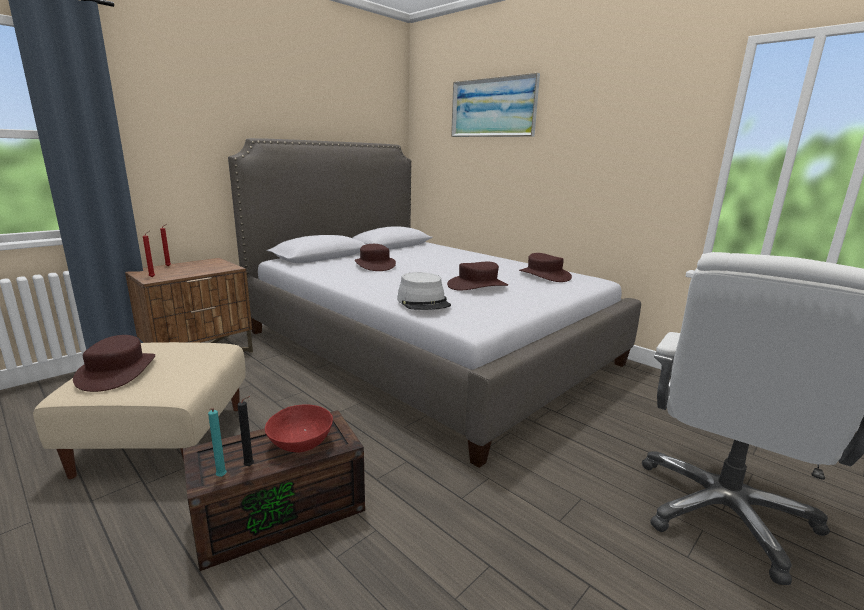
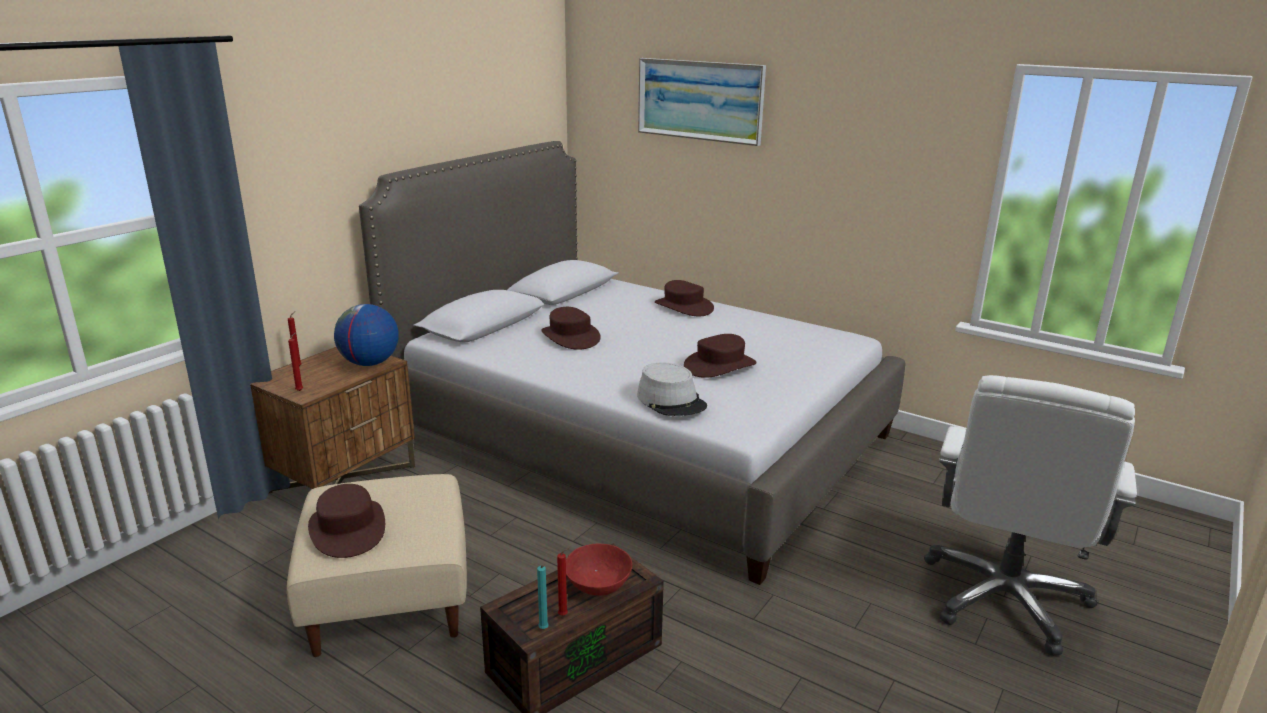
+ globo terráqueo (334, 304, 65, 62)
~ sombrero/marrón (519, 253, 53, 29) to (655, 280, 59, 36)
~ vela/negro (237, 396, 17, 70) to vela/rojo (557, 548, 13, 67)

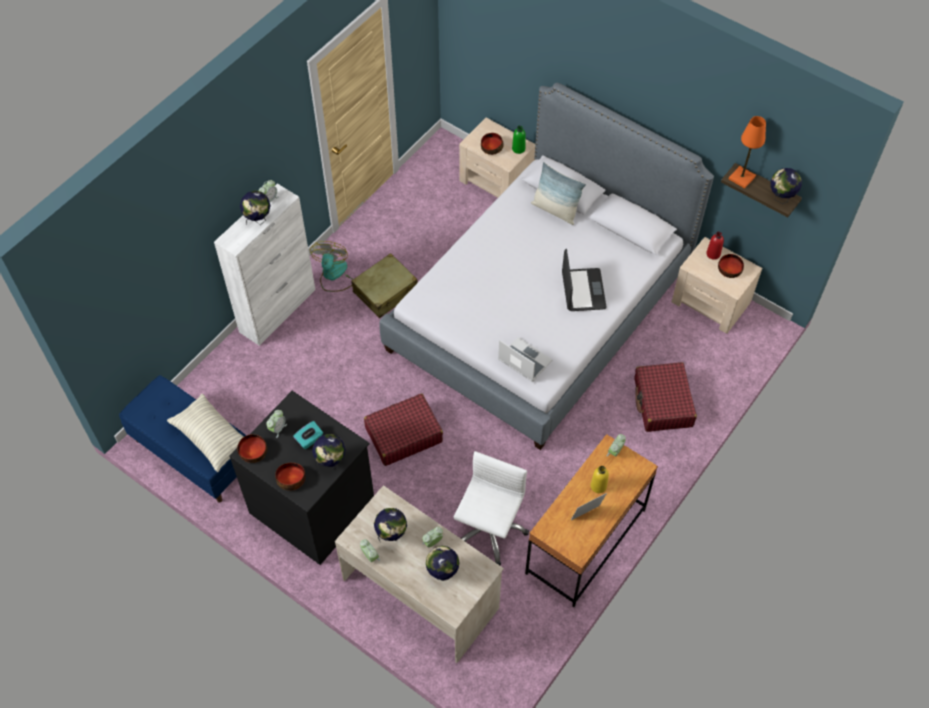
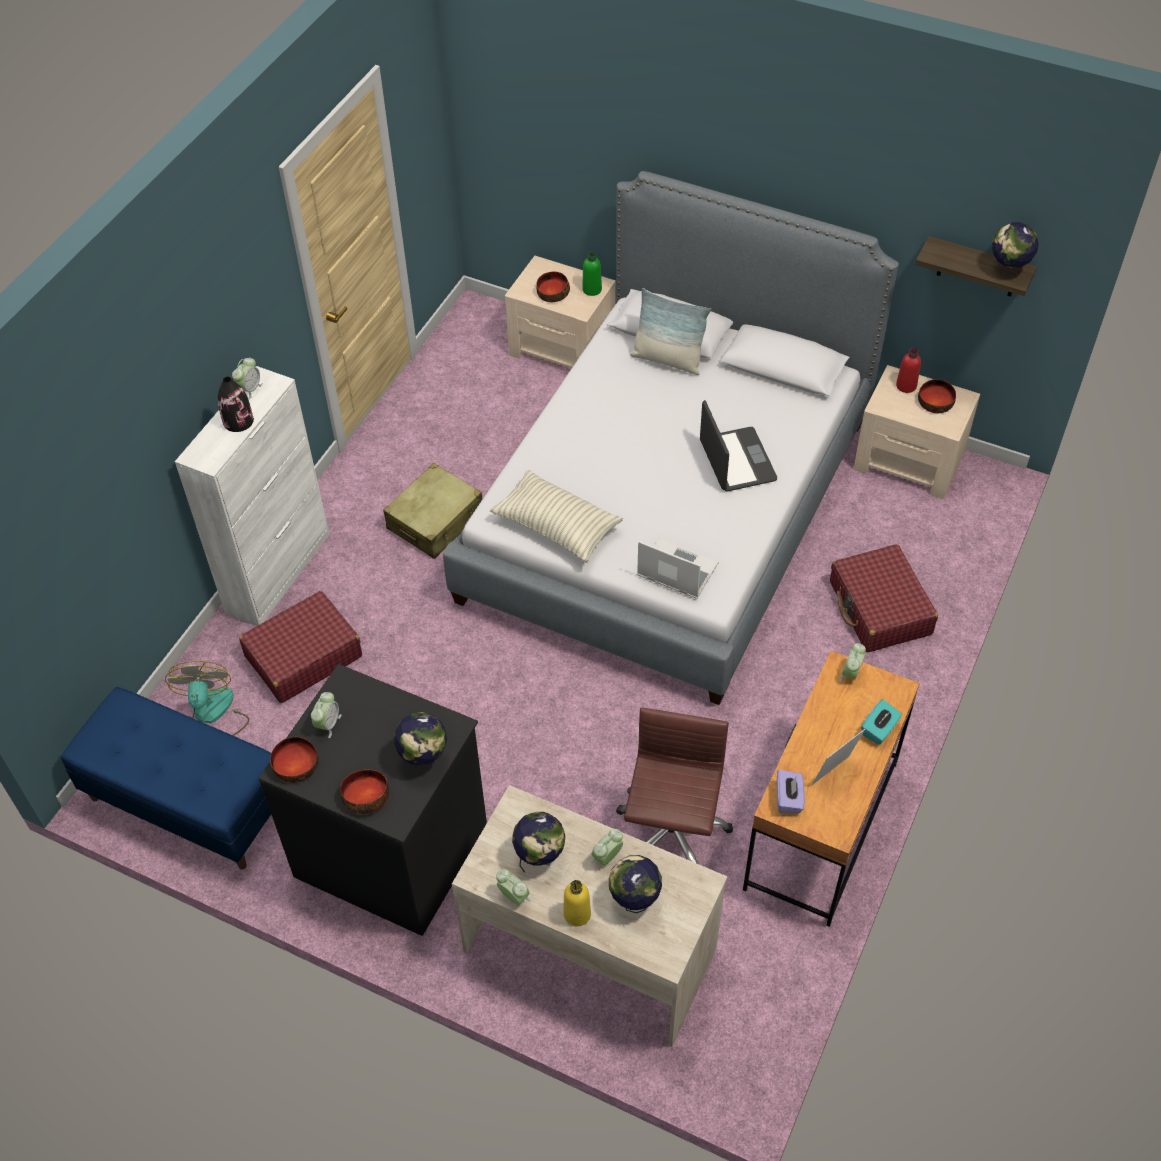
- lámpara de mesa/naranja (729, 116, 37, 73)
+ caja de pañuelos/morado (777, 770, 28, 44)
~ cojín (167, 394, 77, 78) to (490, 470, 133, 93)
~ caja de pañuelos/turquesa (293, 421, 30, 28) to (861, 699, 41, 46)
~ ventilador (310, 241, 43, 51) to (165, 661, 84, 75)
~ maleta/rojo (364, 393, 79, 73) to (239, 591, 123, 112)
~ botella/amarillo (591, 466, 18, 27) to (563, 880, 28, 46)
~ globo terráqueo (240, 191, 31, 34) to florero/negro (218, 377, 36, 55)
~ silla de oficina/blanco (454, 451, 75, 114) to silla de oficina/marrón (616, 707, 117, 157)

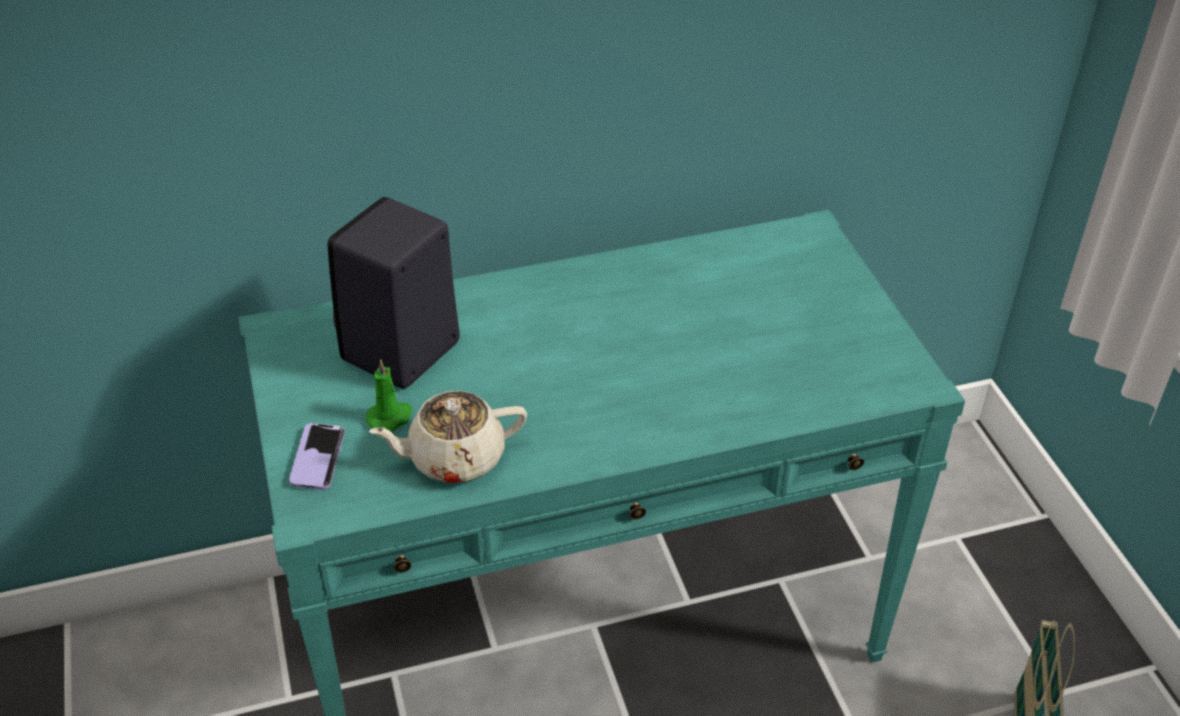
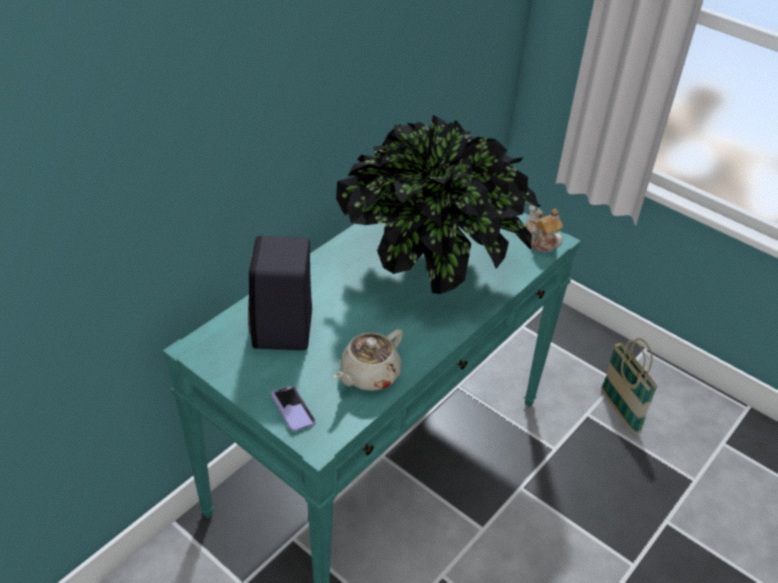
- vela/verde (366, 360, 46, 72)
+ planta en maceta (336, 115, 205, 179)
+ tetera (525, 205, 38, 47)

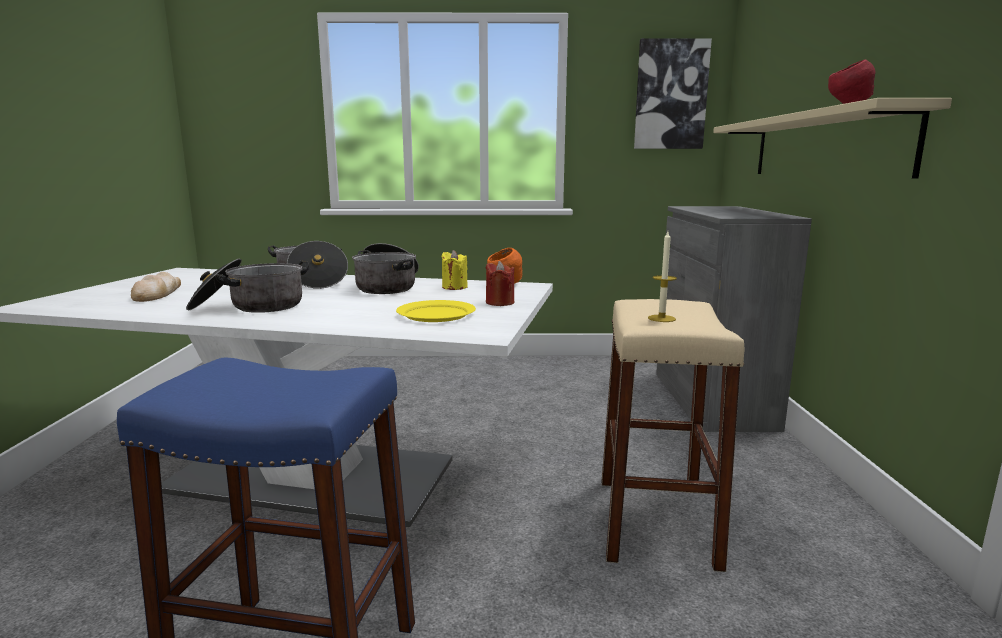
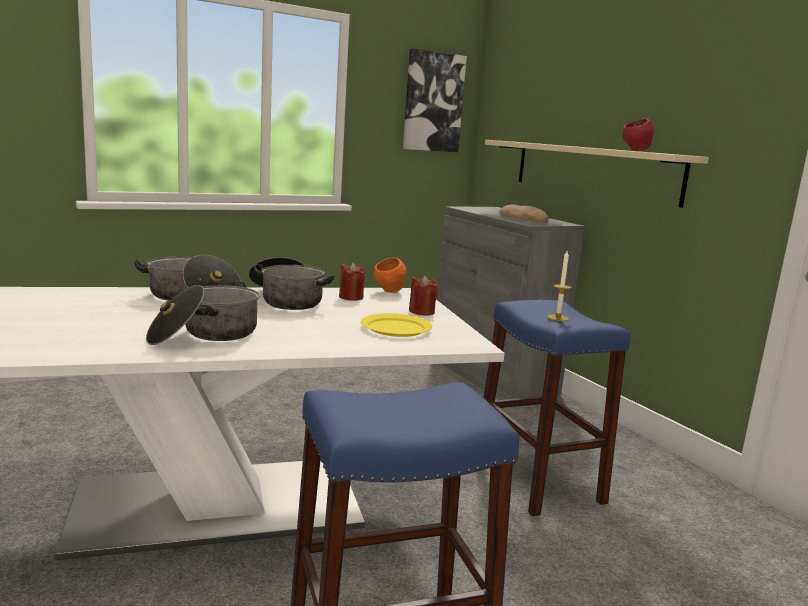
~ pan (131, 272, 50, 30) to (499, 204, 50, 18)
~ vela/amarillo (441, 250, 27, 40) to vela/rojo (339, 262, 26, 39)
~ taburete/beis (602, 299, 142, 273) to taburete/azul (484, 300, 146, 216)

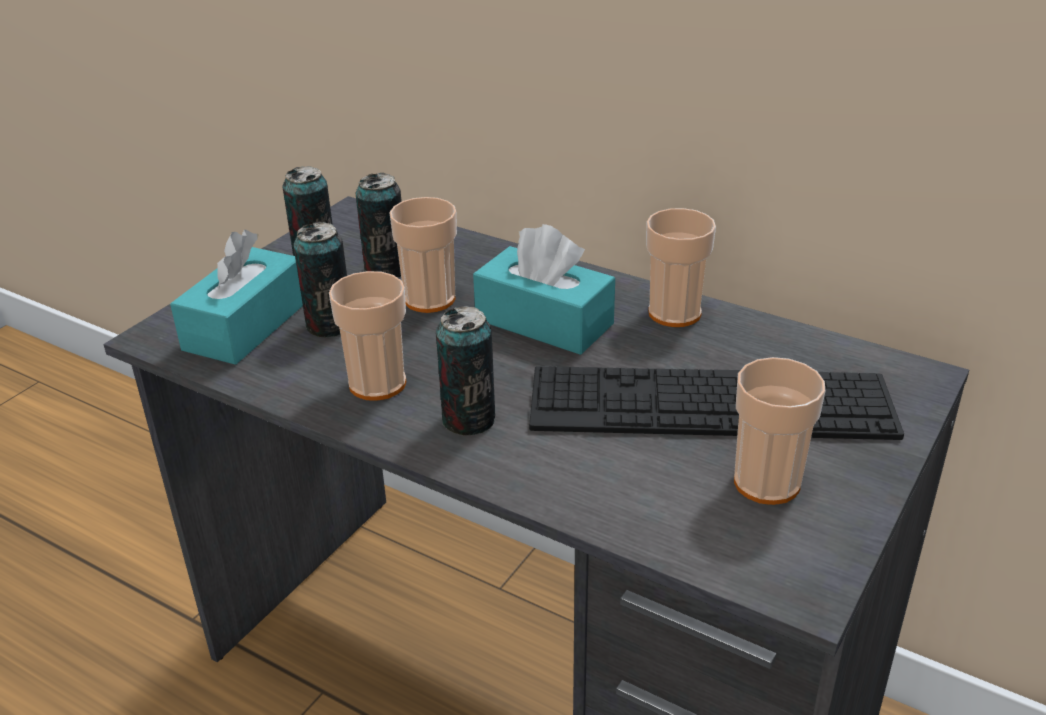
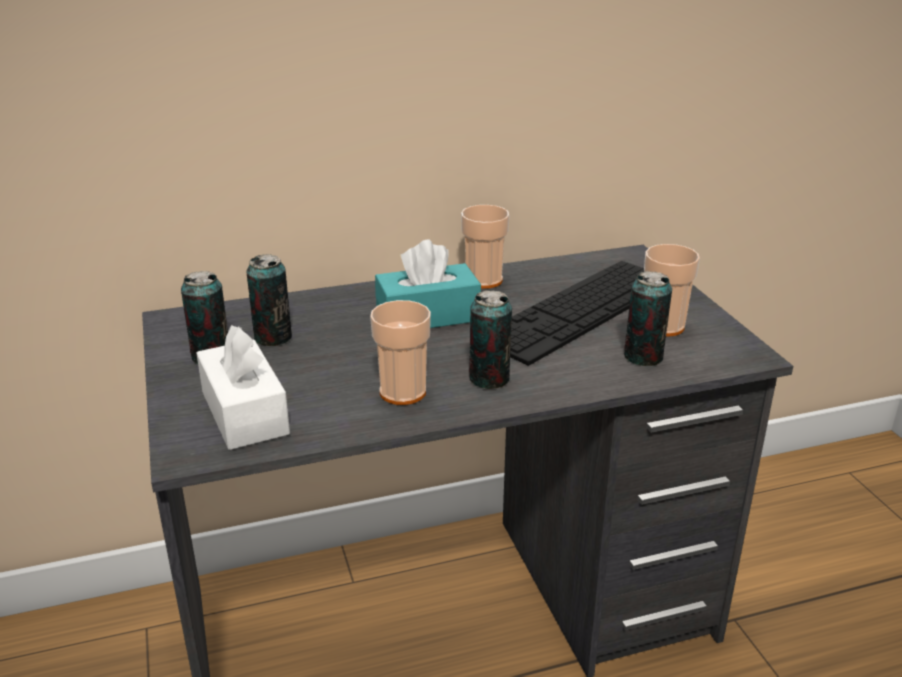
- taza (389, 197, 68, 116)
~ lata (293, 222, 54, 115) to (624, 271, 48, 95)
~ caja de pañuelos/turquesa (170, 230, 133, 135) to caja de pañuelos/blanco (196, 325, 94, 125)

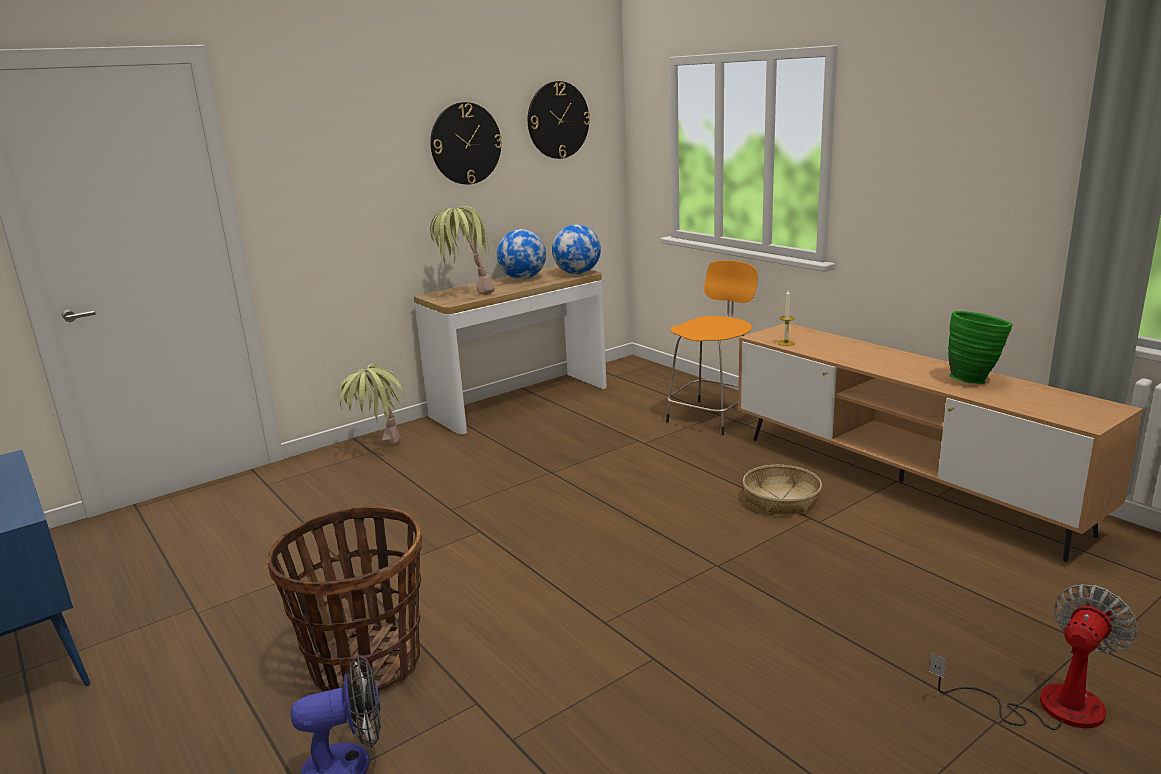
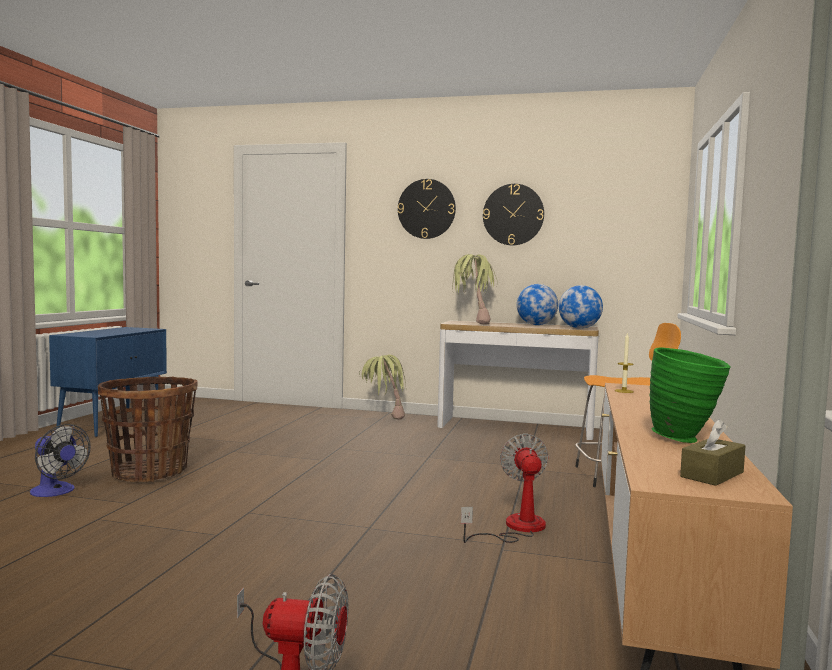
+ caja de pañuelos/marrón (680, 419, 66, 67)
~ reloj de pared (528, 81, 62, 78) to (398, 179, 58, 60)
~ cesta (743, 465, 79, 50) to ventilador (461, 434, 87, 109)

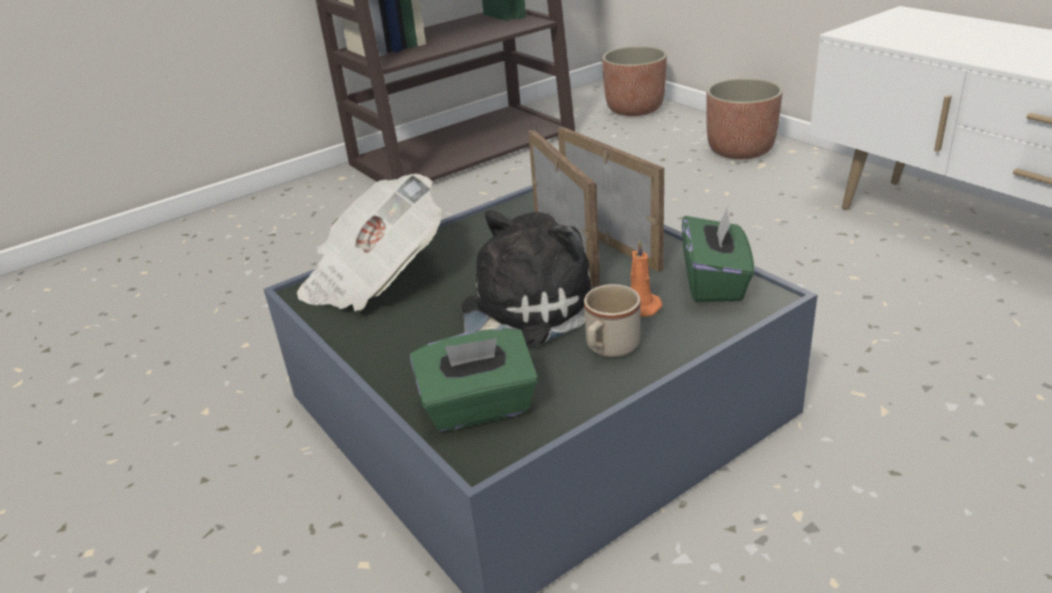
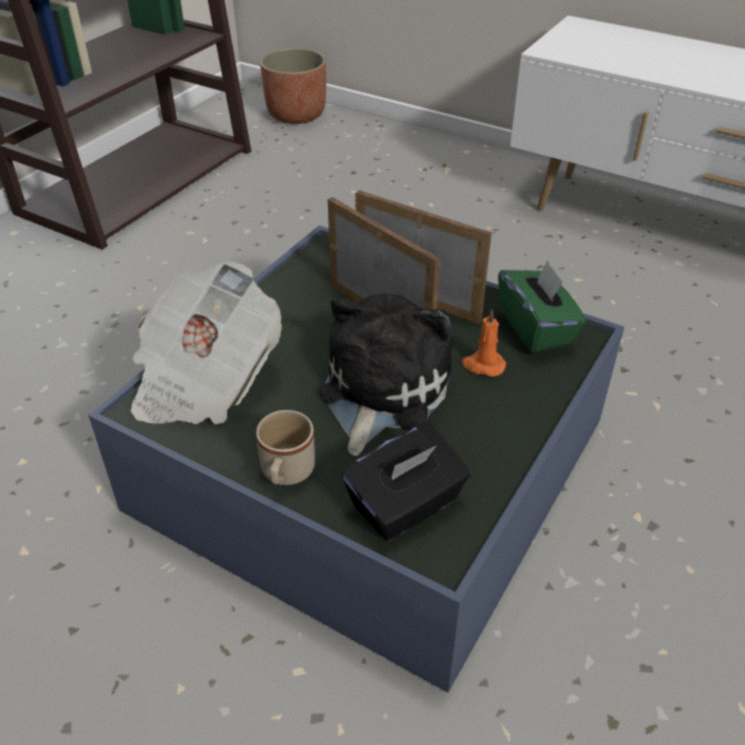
- maceta (706, 78, 77, 81)
~ taza grande/beis (584, 284, 57, 73) to (256, 410, 59, 75)
~ caja de pañuelos/verde (410, 328, 128, 104) to caja de pañuelos/negro (342, 424, 128, 117)

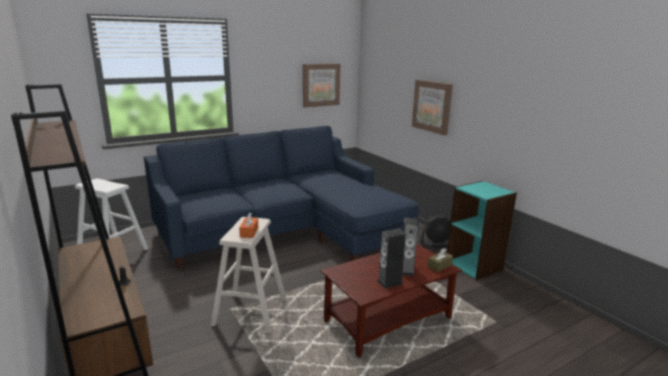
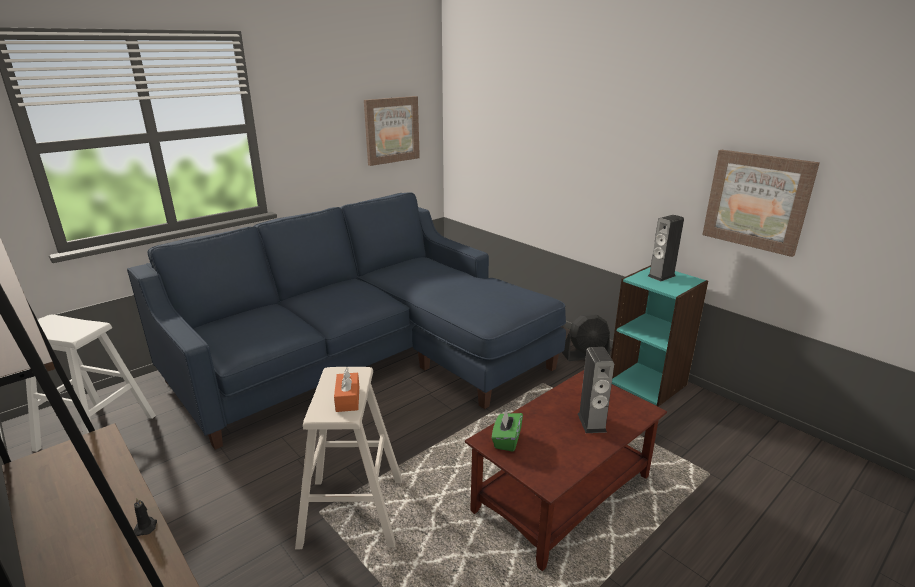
- caja de pañuelos/marrón (428, 248, 25, 24)
+ caja de pañuelos/verde (492, 410, 31, 42)
~ altavoz (377, 229, 29, 60) to (648, 215, 36, 66)
~ cuadro (412, 80, 41, 55) to (702, 150, 118, 107)

